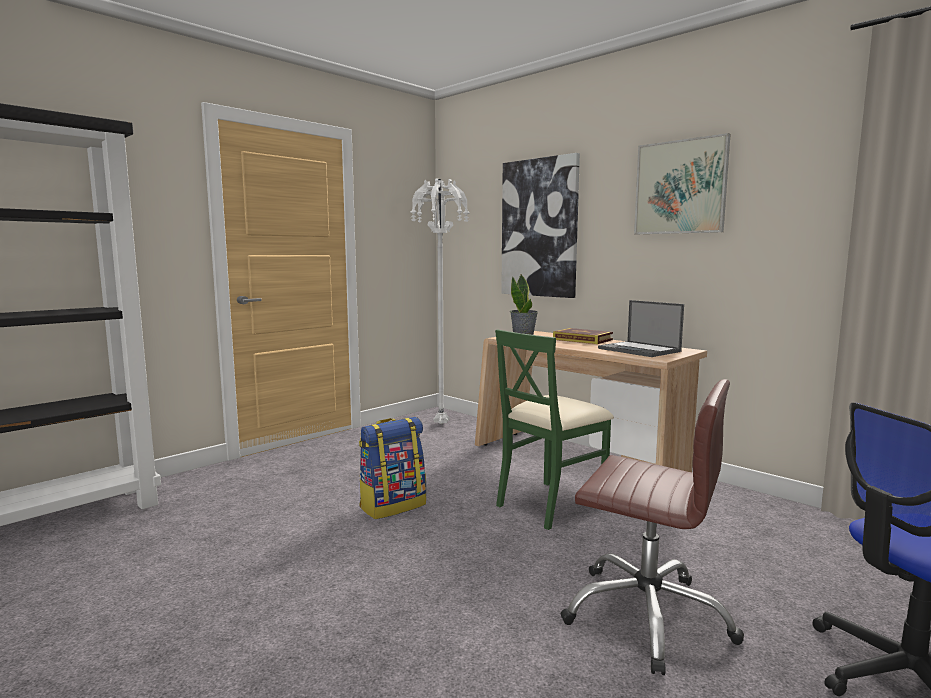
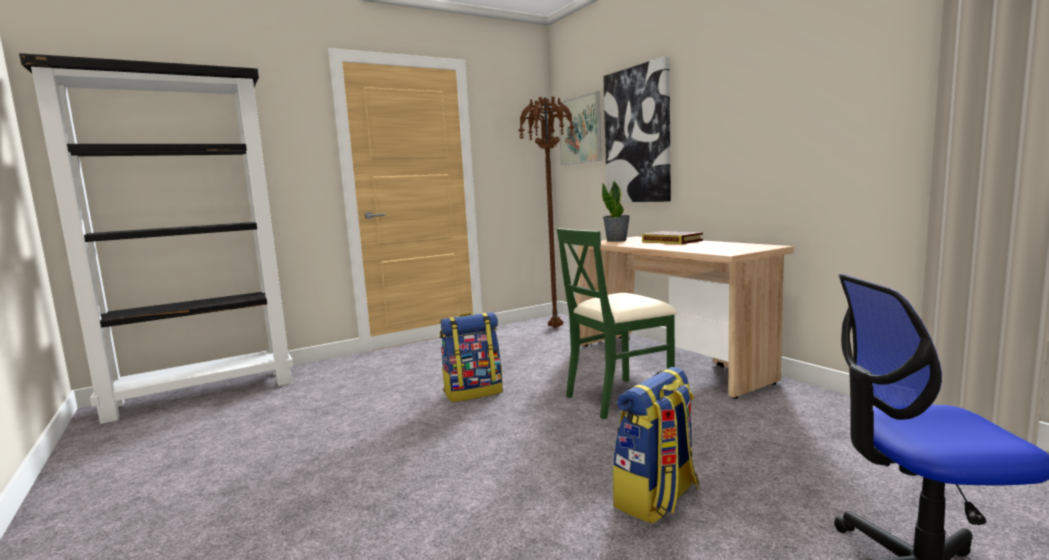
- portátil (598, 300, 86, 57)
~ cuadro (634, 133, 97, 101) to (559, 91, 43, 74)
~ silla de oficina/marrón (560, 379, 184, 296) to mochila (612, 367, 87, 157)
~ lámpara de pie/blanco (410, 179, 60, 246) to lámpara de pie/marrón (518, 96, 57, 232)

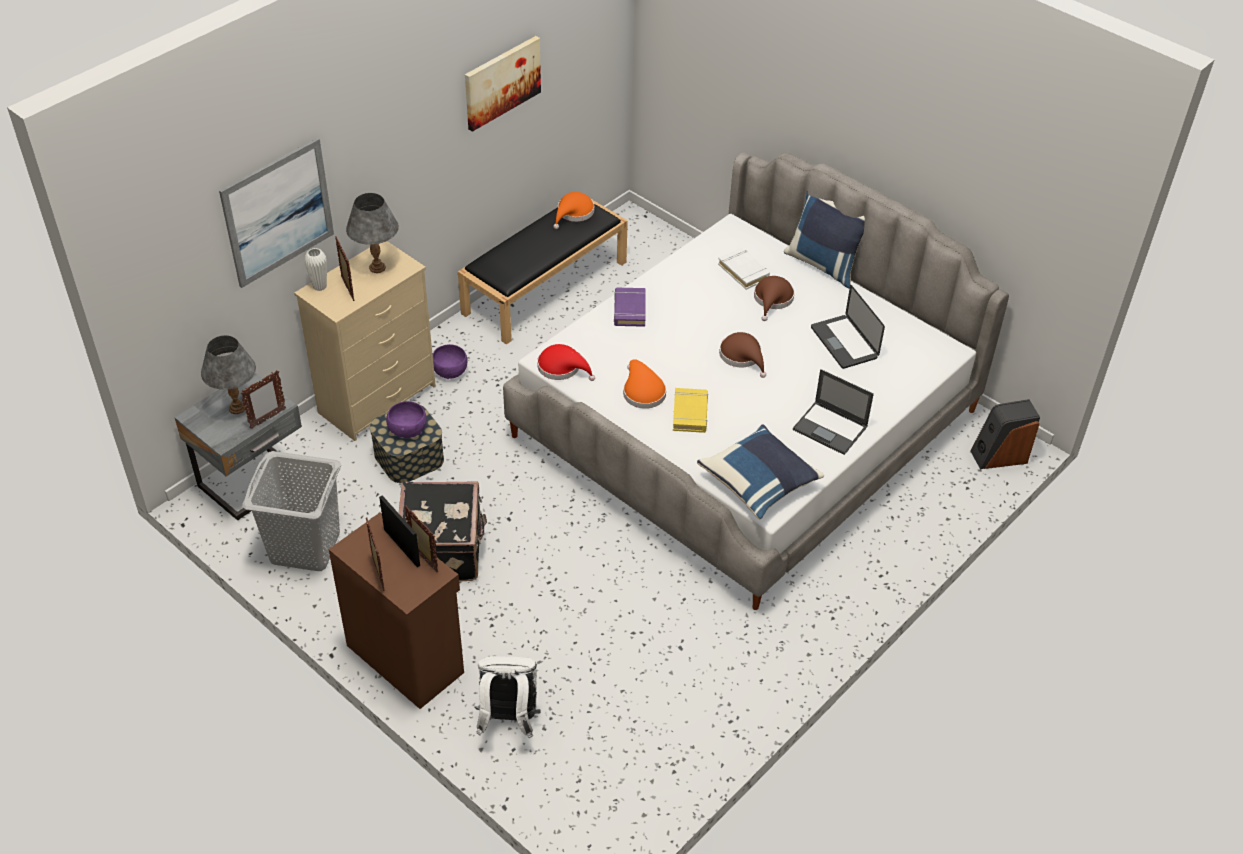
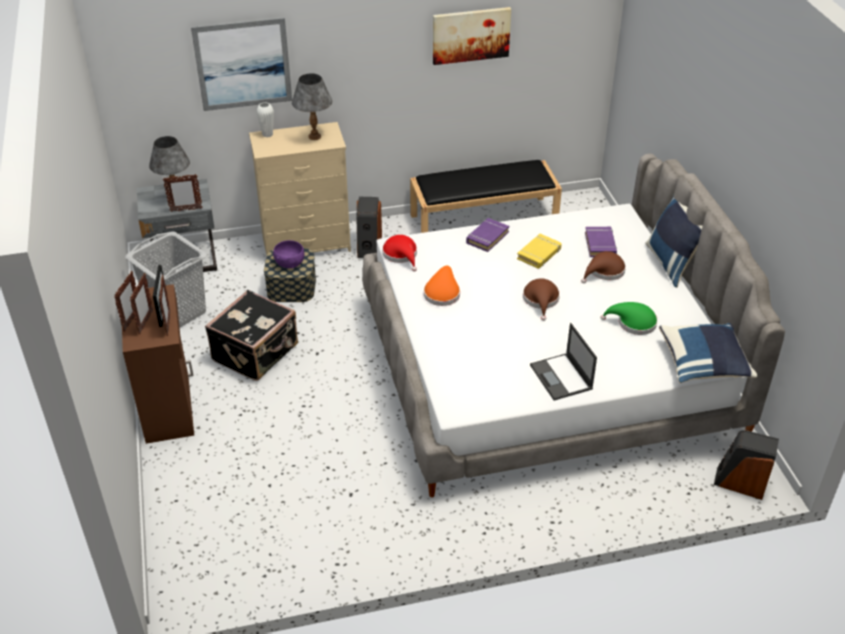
- mochila/blanco (475, 656, 66, 82)
- sombrero/naranja (553, 192, 41, 37)
~ portarretratos (335, 236, 19, 65) to (130, 273, 23, 61)
~ libro/amarillo (673, 388, 35, 45) to (517, 234, 45, 35)
~ cojín/azul (697, 425, 127, 94) to (659, 323, 98, 61)
~ cuenco/morado (433, 344, 34, 35) to altavoz (356, 197, 26, 61)
~ portátil (811, 285, 74, 84) to sombrero/verde (600, 302, 58, 33)
~ libro/blanco (718, 248, 52, 42) to libro/morado (585, 227, 32, 30)

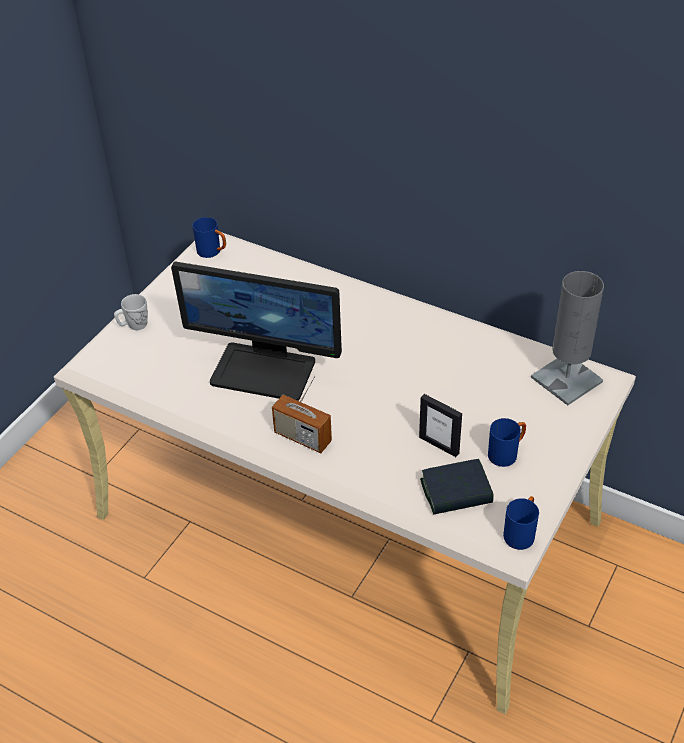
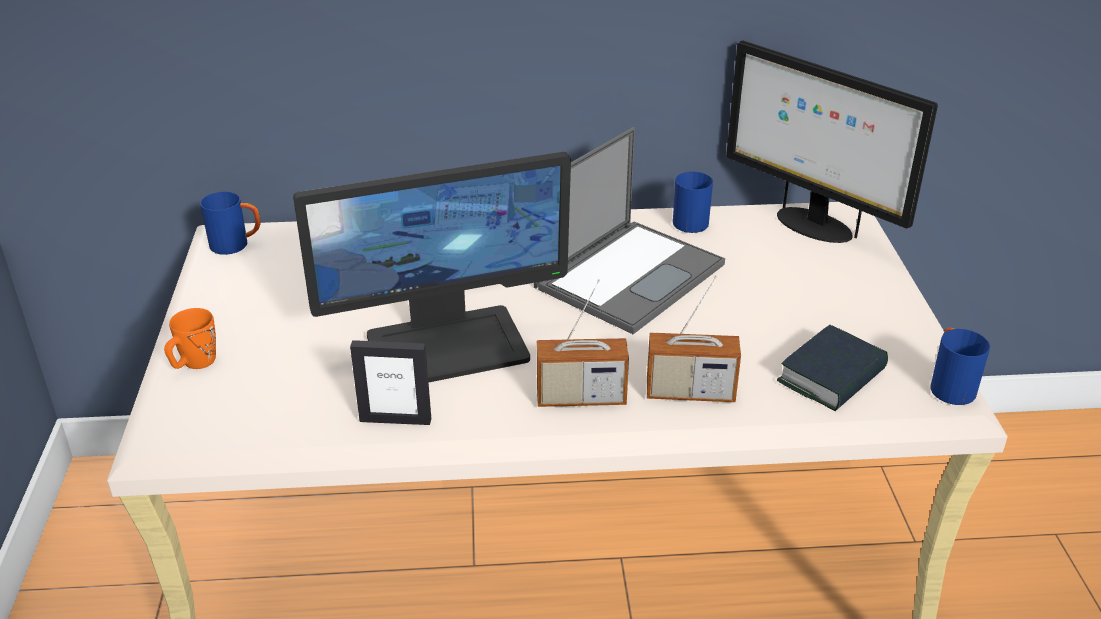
+ portátil (534, 127, 191, 207)
+ radio (647, 275, 94, 127)
~ portarretratos (419, 394, 43, 63) to (350, 340, 81, 85)
~ taza grande/azul (488, 418, 38, 49) to (673, 172, 40, 61)
~ lámpara de mesa/gris (531, 271, 73, 135) to monitor (726, 40, 212, 203)
~ taza grande/blanco (114, 294, 34, 36) to taza grande/naranja (164, 308, 52, 61)

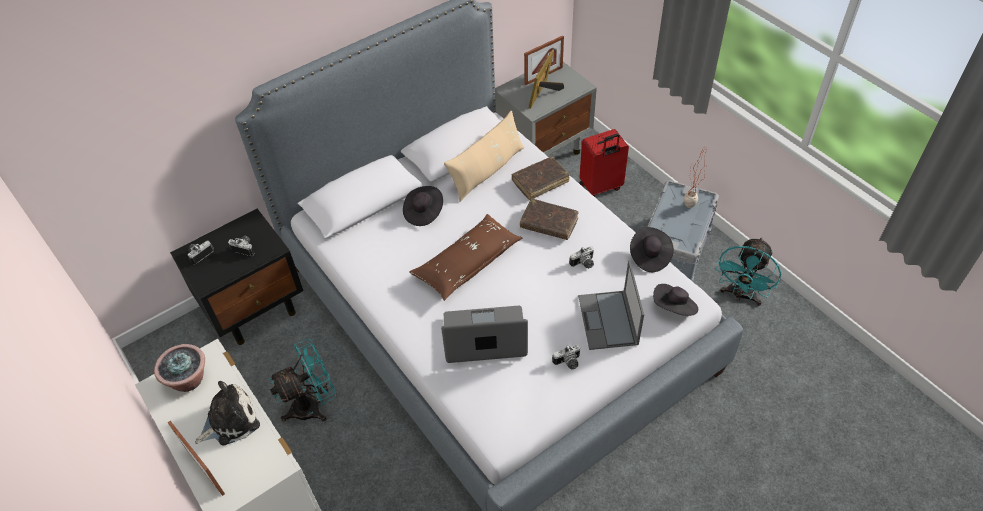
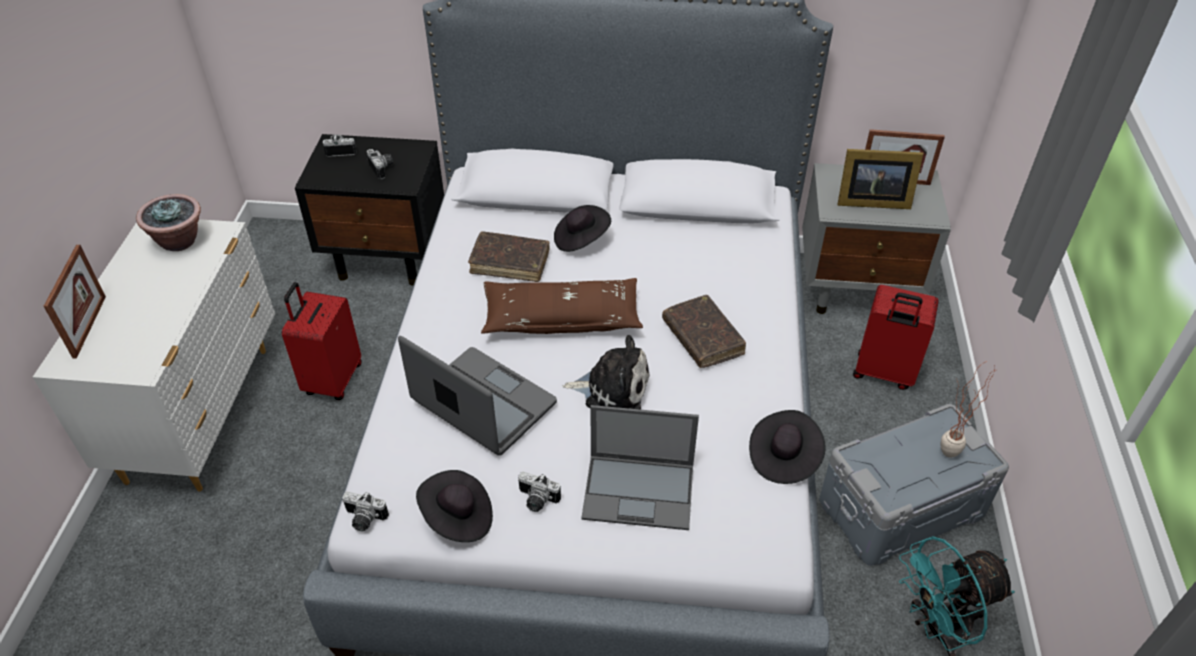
- cojín/beis (444, 110, 81, 92)
~ peluche (195, 381, 65, 64) to (563, 335, 87, 75)
~ libro/marrón (511, 157, 59, 43) to (468, 231, 82, 51)
~ cámara (569, 246, 25, 23) to (342, 492, 47, 39)
~ sombrero/negro (653, 284, 45, 32) to (416, 470, 77, 72)
~ ventilador/turquesa (269, 339, 67, 83) to maleta/rojo (282, 282, 79, 118)
~ portarretratos (529, 49, 35, 60) = (837, 149, 87, 60) 150 degrees counterclockwise
~ portátil (578, 261, 66, 89) = (581, 405, 118, 125) 120 degrees counterclockwise

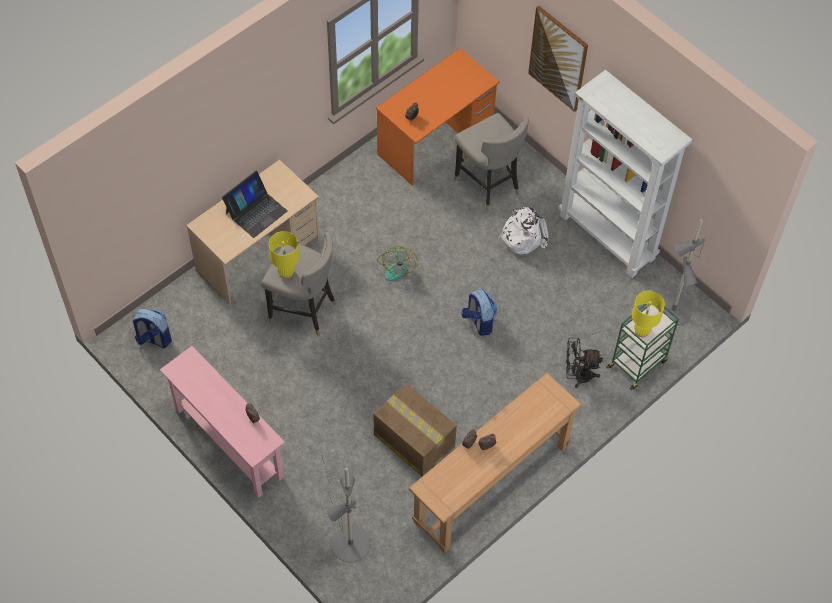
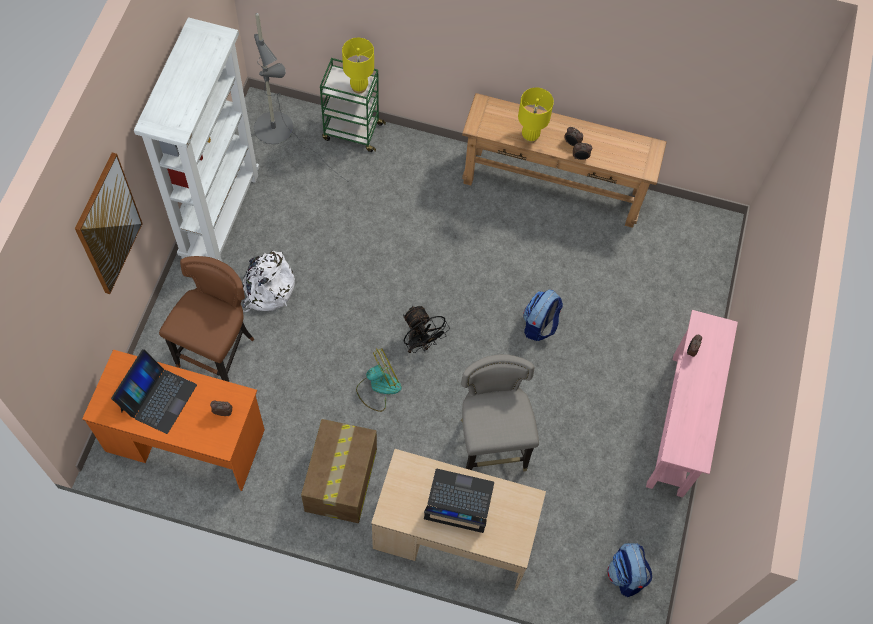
- lámpara de pie/gris (321, 455, 50, 108)
+ portátil (111, 349, 86, 85)
~ lámpara de mesa/amarillo (269, 231, 30, 48) to (518, 88, 36, 55)
~ caja de cartón (373, 383, 84, 93) to (301, 419, 76, 104)
~ mochila (462, 288, 35, 48) to (523, 289, 40, 52)
~ ventilador/negro (566, 338, 37, 50) to (403, 306, 47, 47)
~ taburete/gris (455, 113, 74, 98) to taburete/marrón (159, 256, 96, 126)

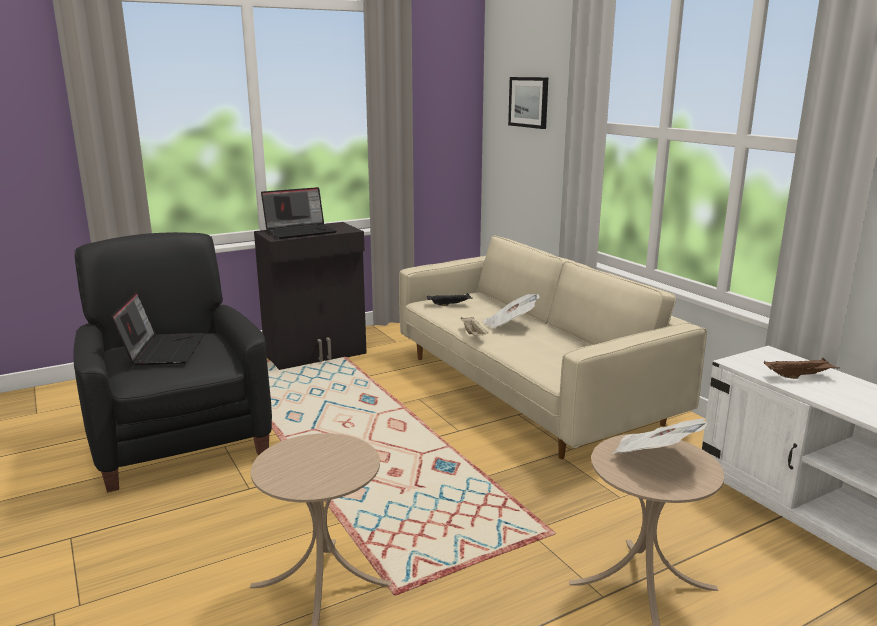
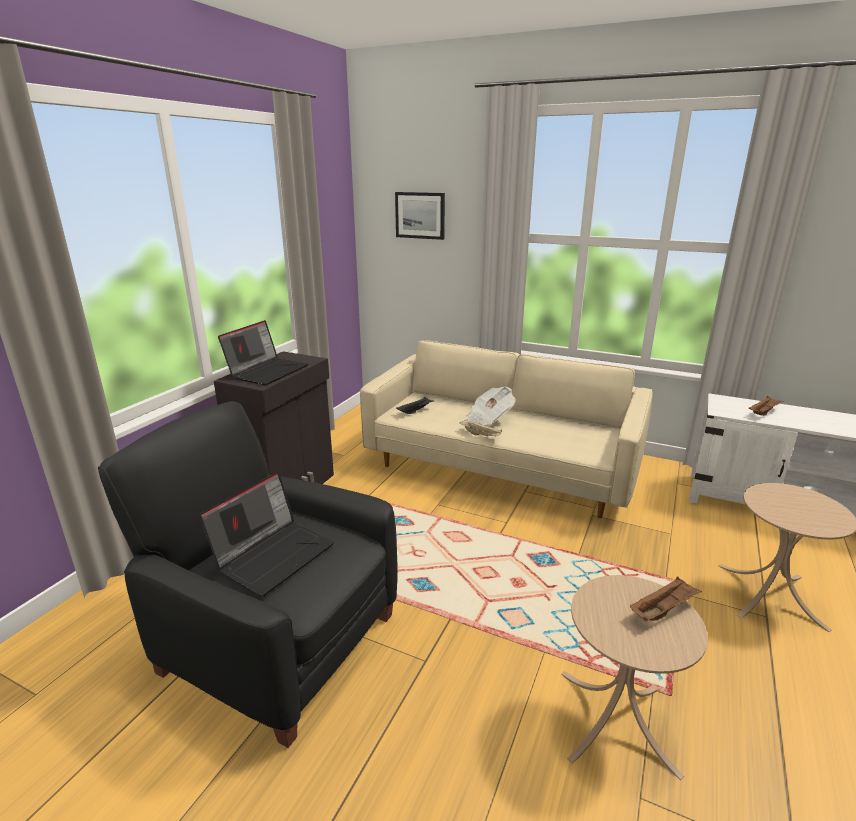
- periódico (612, 418, 95, 36)
+ bandeja/marrón (630, 577, 72, 44)
~ portátil (111, 292, 93, 73) = (199, 472, 135, 124) 75 degrees clockwise

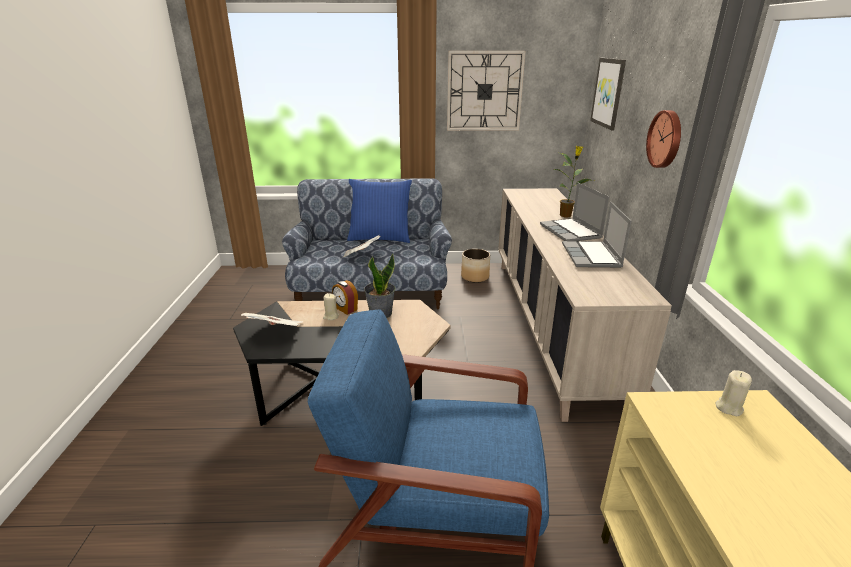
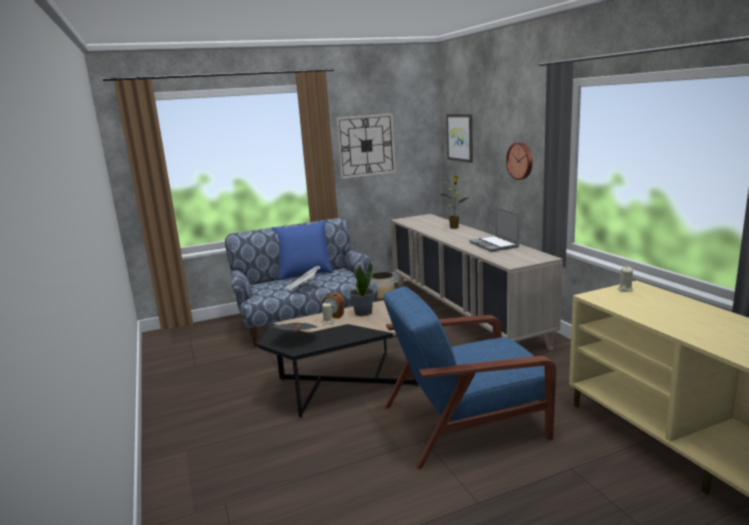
- portátil (540, 183, 69, 58)

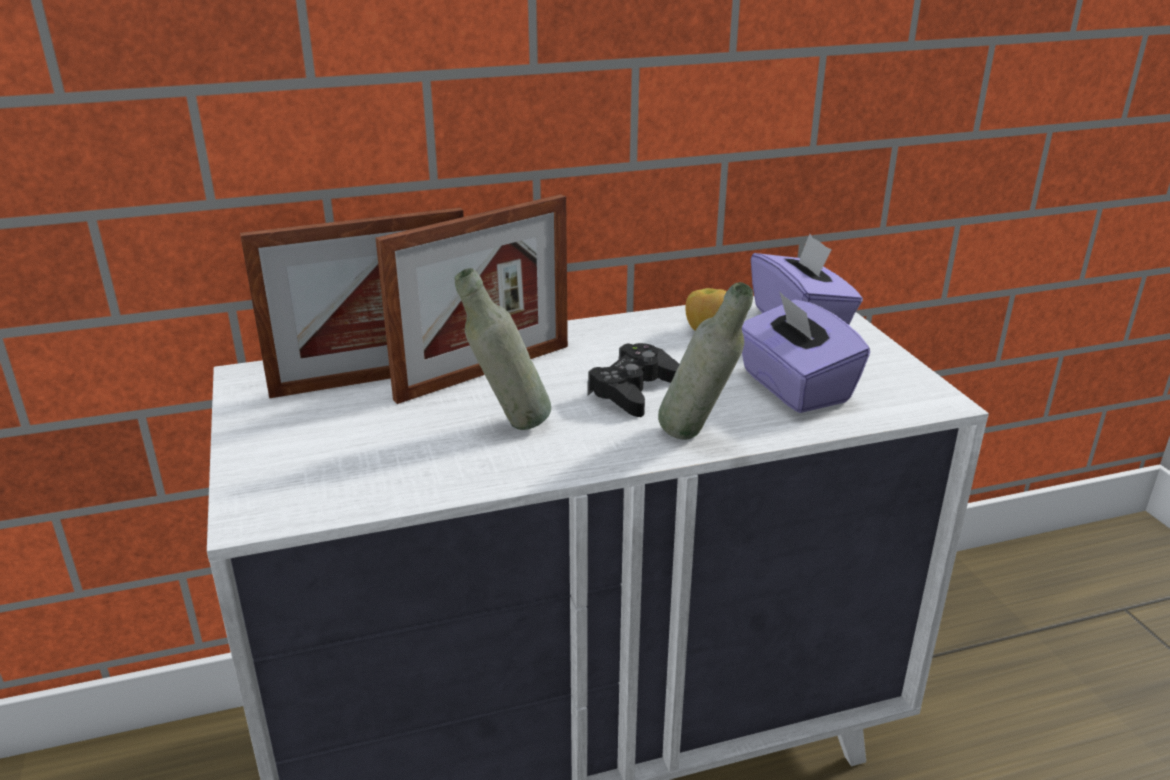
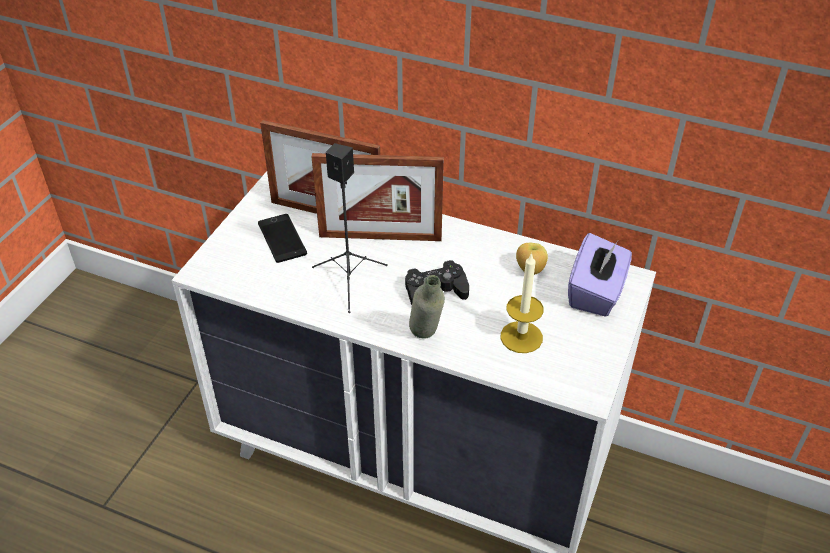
+ móvil (258, 214, 49, 49)
~ botella/gris (455, 268, 96, 162) to altavoz/negro (312, 143, 76, 170)
~ caja de pañuelos/morado (742, 291, 128, 122) to vela (500, 253, 44, 100)

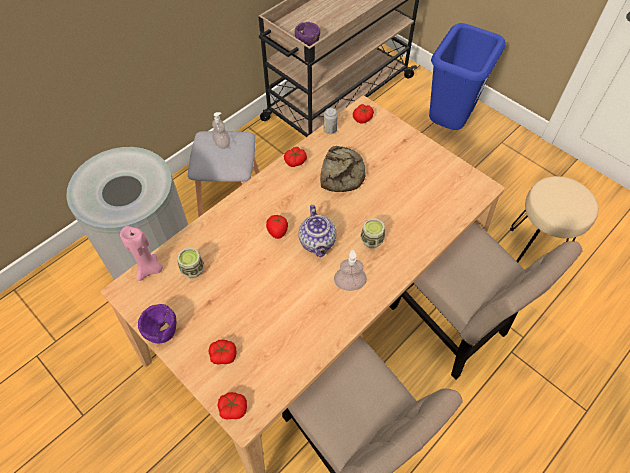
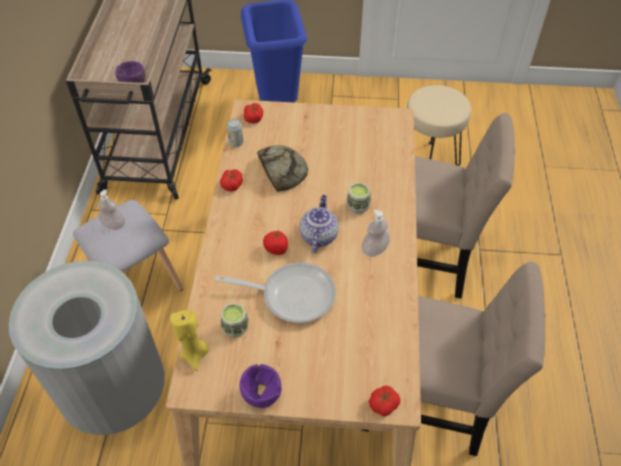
- tomate (208, 340, 29, 24)
+ sartén (215, 262, 121, 61)
~ vela/rosa (120, 226, 43, 55) to vela/amarillo (170, 310, 39, 61)
~ tetera (298, 205, 39, 52) = (299, 195, 40, 58) 120 degrees counterclockwise

